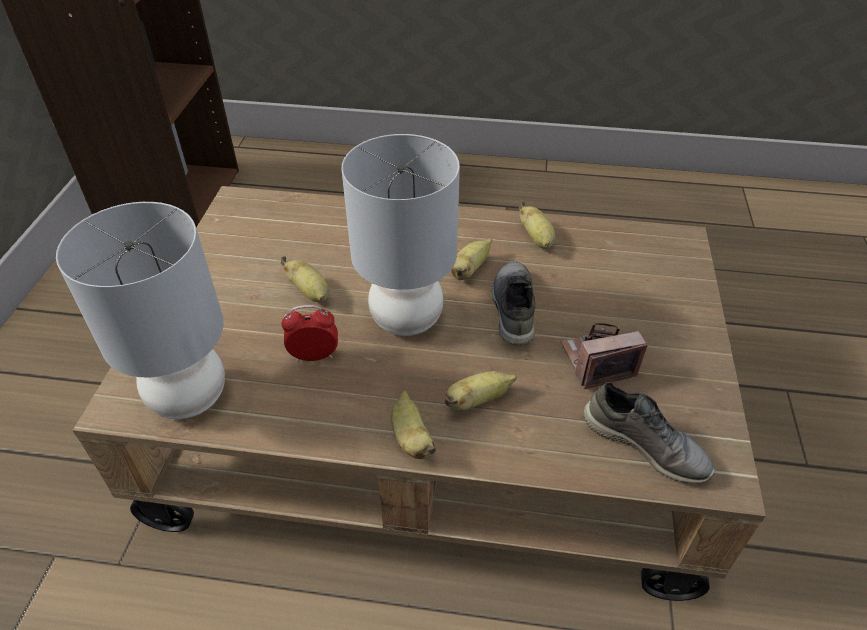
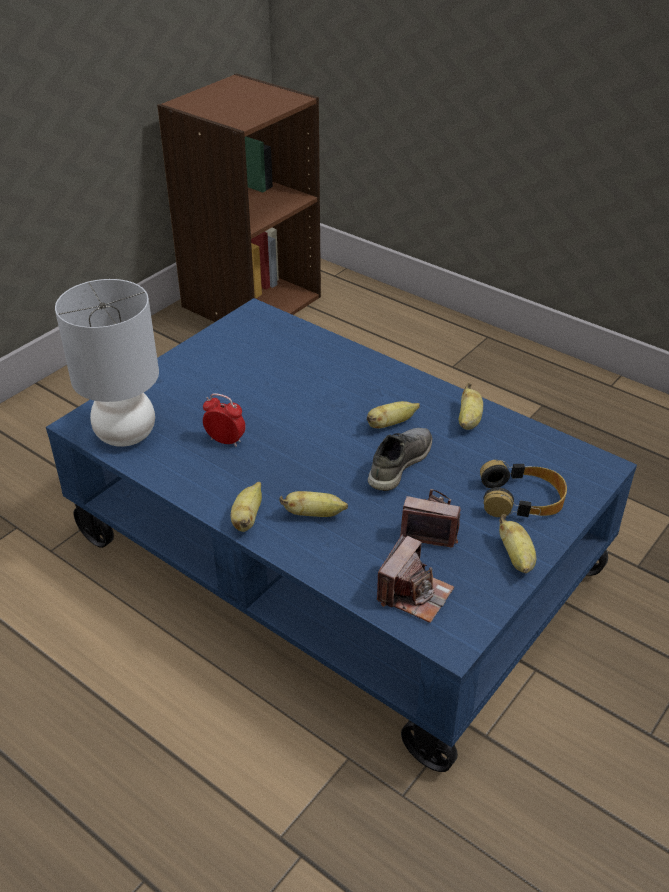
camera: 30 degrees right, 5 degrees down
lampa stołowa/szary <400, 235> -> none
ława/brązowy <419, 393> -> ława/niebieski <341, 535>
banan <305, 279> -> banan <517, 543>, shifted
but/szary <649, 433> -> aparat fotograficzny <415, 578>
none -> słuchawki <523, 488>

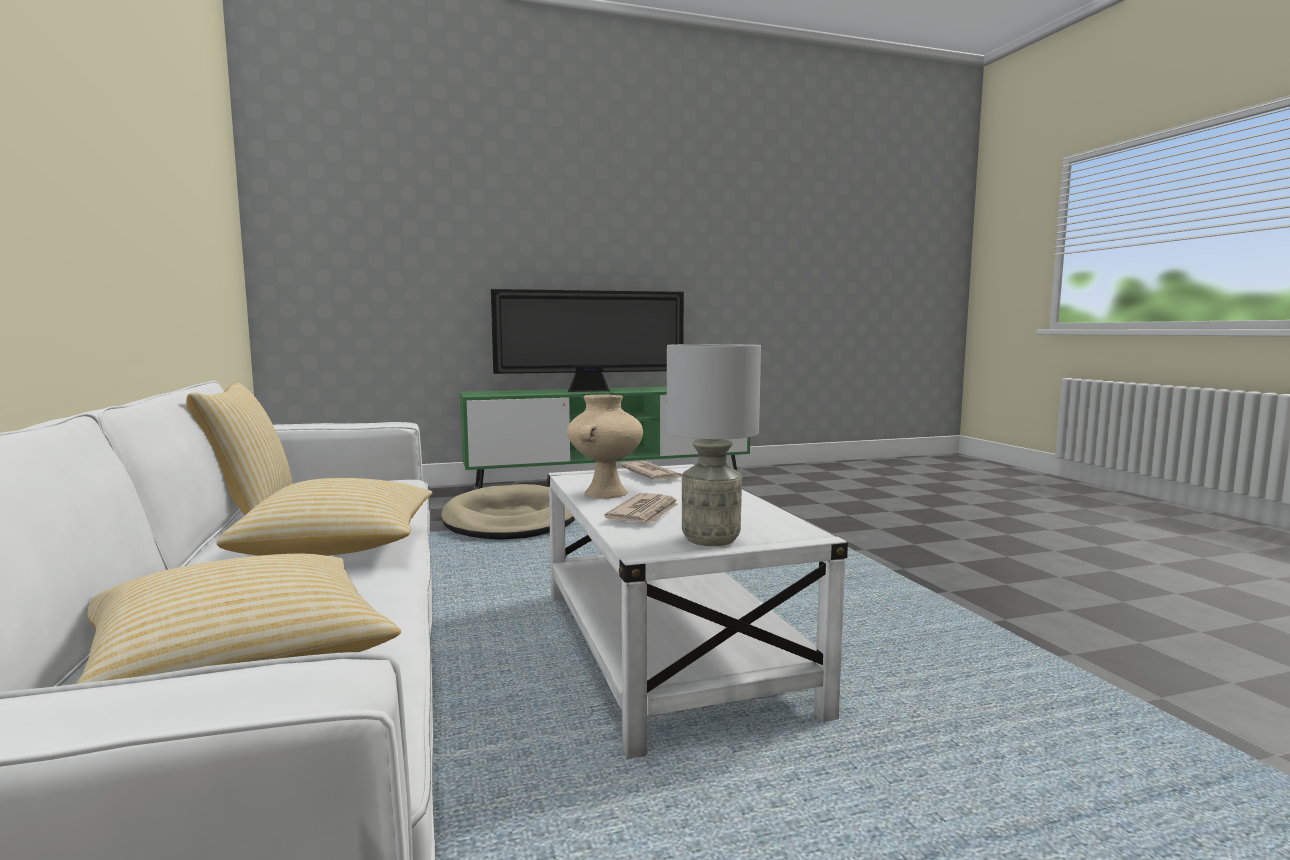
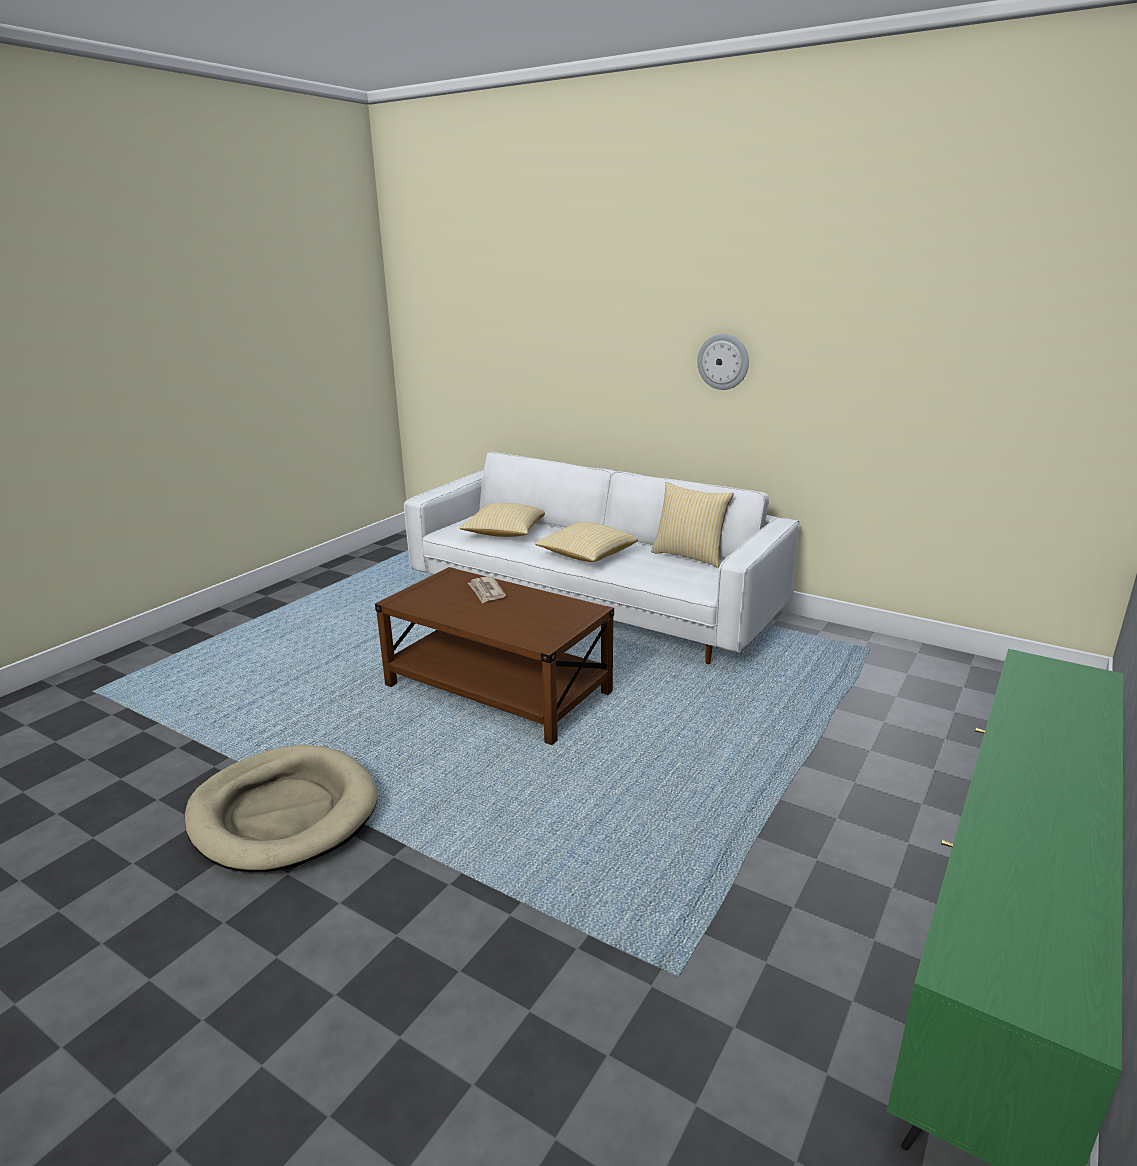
camera: 140 degrees right, 15 degrees up
telewizor <587, 340> -> none
lampa stołowa/szary <714, 445> -> none
wazon/beżowy <605, 446> -> none
gazeta <651, 470> -> none
ława/biały <697, 611> -> ława/brązowy <494, 656>
legowisko/beżowy <508, 512> -> legowisko/beżowy <281, 808>, shifted
none -> zegar ścienny <723, 362>

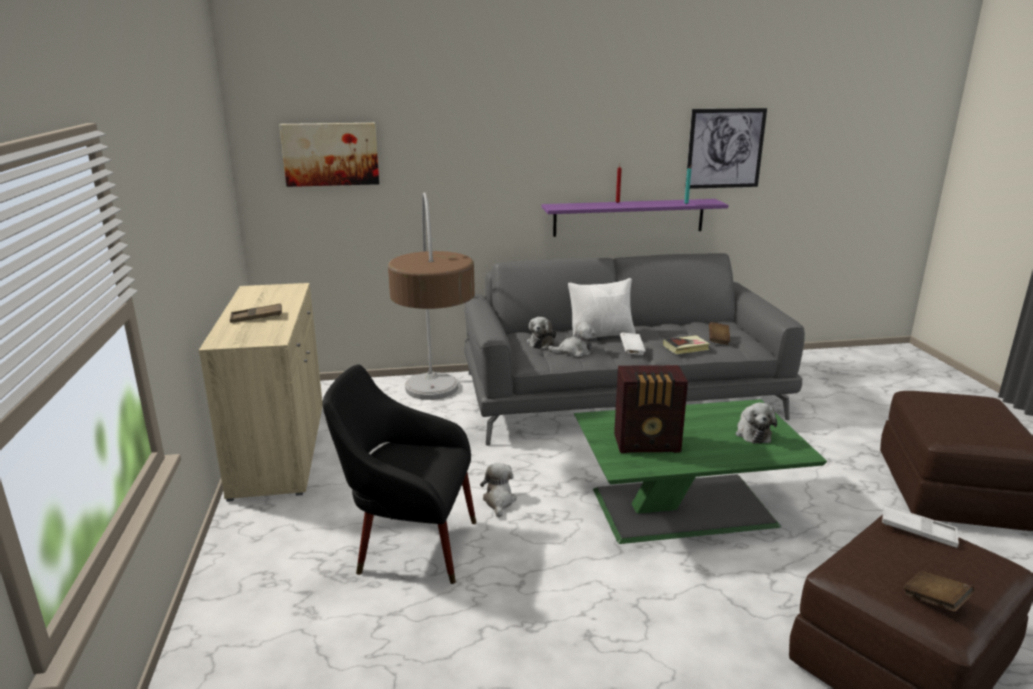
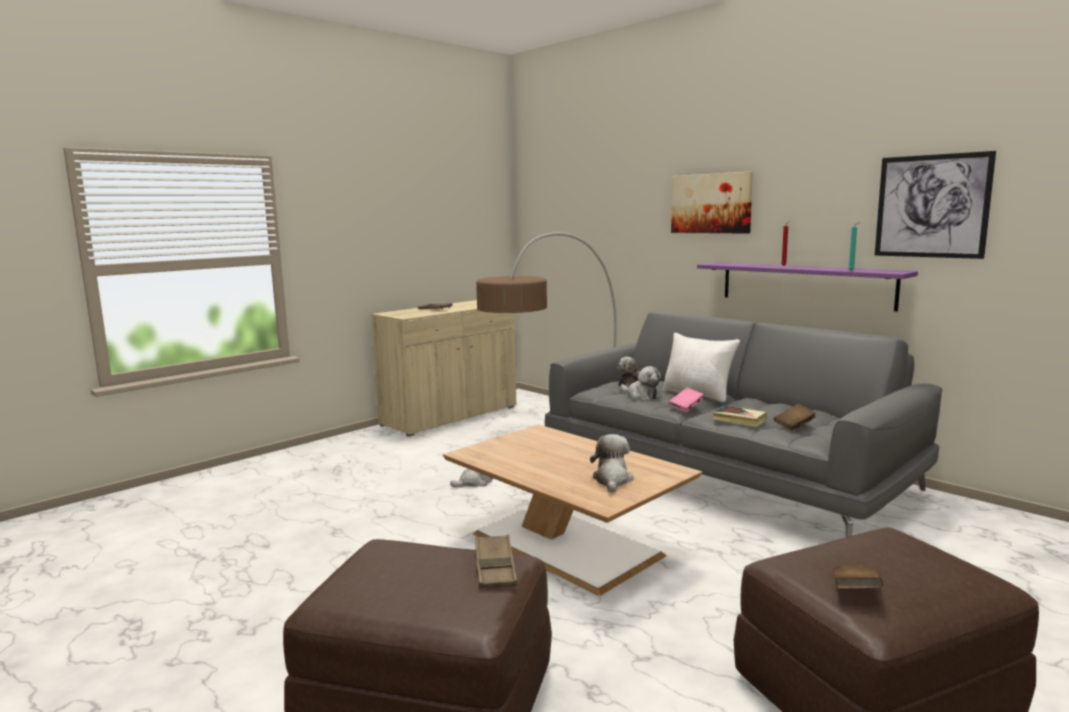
camera: 55 degrees right, 10 degrees down
obraz <329, 155> -> obraz <712, 203>, shifted
książka/biały <633, 344> -> książka/różowy <686, 400>
fotel/czarny <399, 474> -> none
radio <651, 409> -> none
ława/zielony <700, 471> -> ława/brązowy <572, 510>
pluszak <756, 423> -> pluszak <611, 463>, 135 degrees clockwise
taca/biały <920, 526> -> taca/brązowy <496, 561>
książka/brązowy <938, 591> -> książka/brązowy <858, 577>, shifted

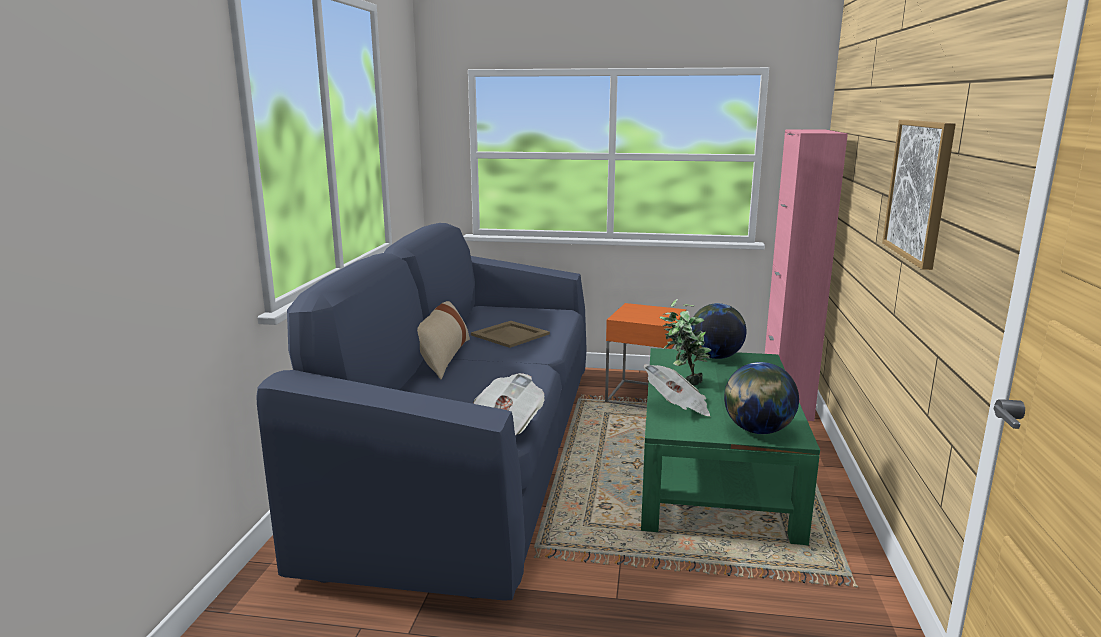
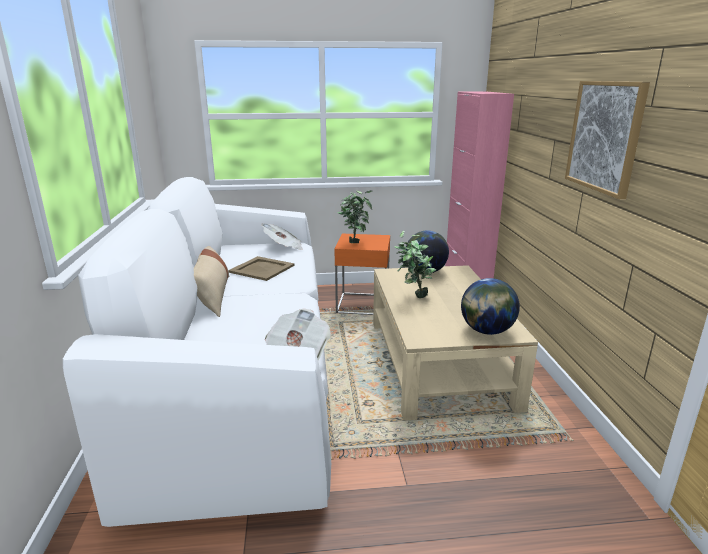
camera: 15 degrees left, 5 degrees up
kanapa/niebieski <422, 412> -> kanapa/biały <197, 352>
ława/zielony <730, 446> -> ława/beżowy <455, 343>
gazeta <677, 390> -> gazeta <282, 236>, shifted
none -> roślina doniczkowa <355, 216>

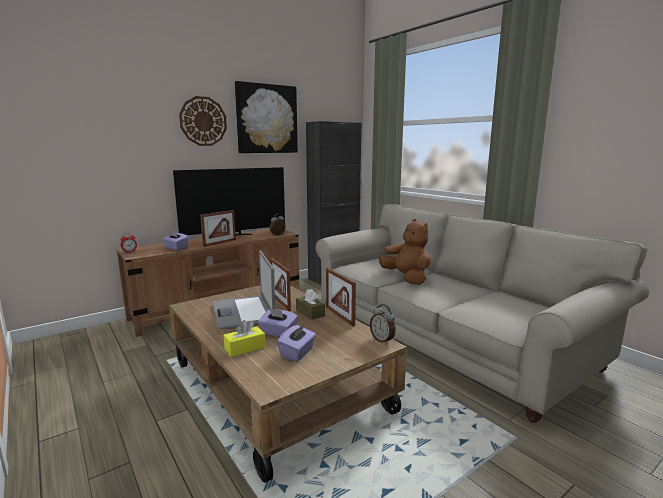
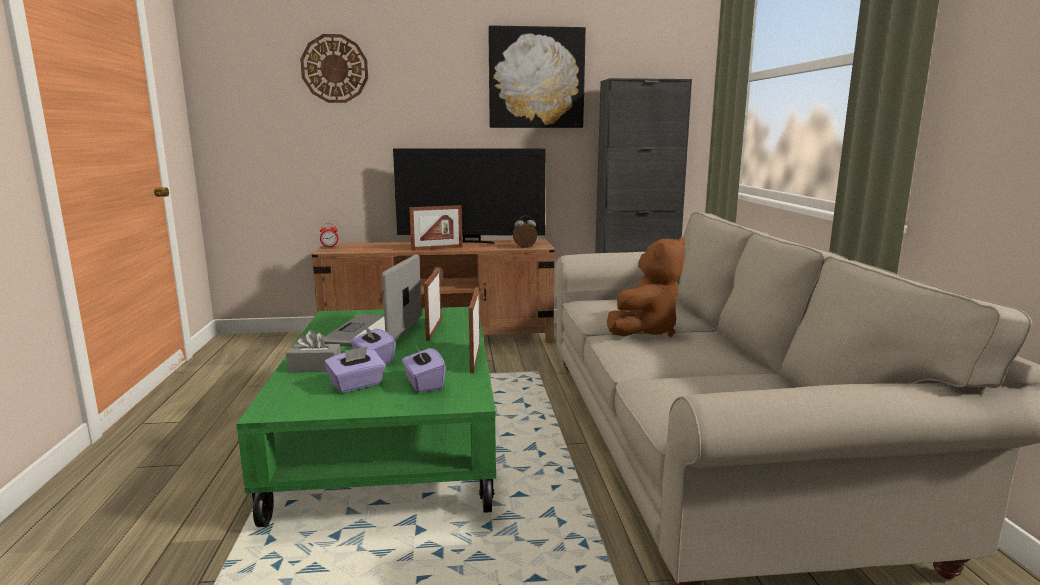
camera: 30 degrees right, 0 degrees up
zegar ścienny <203, 121> -> zegar ścienny <334, 68>, shifted
pluszak/brązowy <405, 252> -> pluszak/brązowy <646, 287>, 45 degrees clockwise
pudełko chusteczek/fioletowy <175, 240> -> pudełko chusteczek/fioletowy <424, 369>, shifted
ława/brązowy <288, 384> -> ława/zielony <366, 417>
pudełko chusteczek/brązowy <310, 304> -> none
budzik <382, 324> -> none
pudełko chusteczek/żółty <244, 338> -> pudełko chusteczek/szary <313, 351>

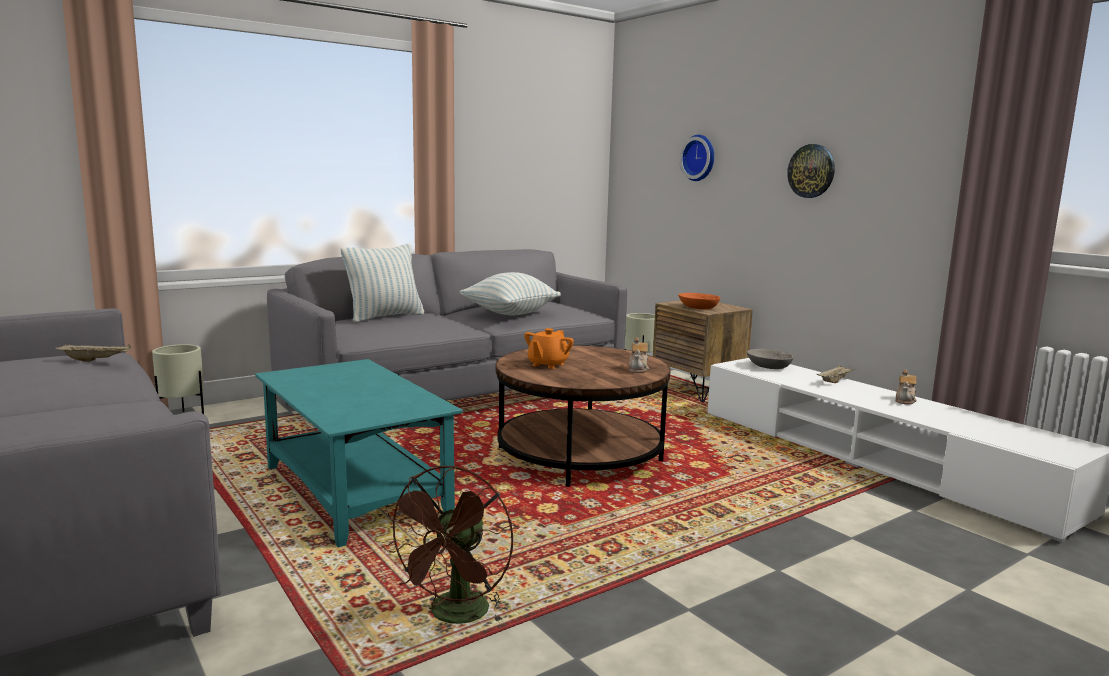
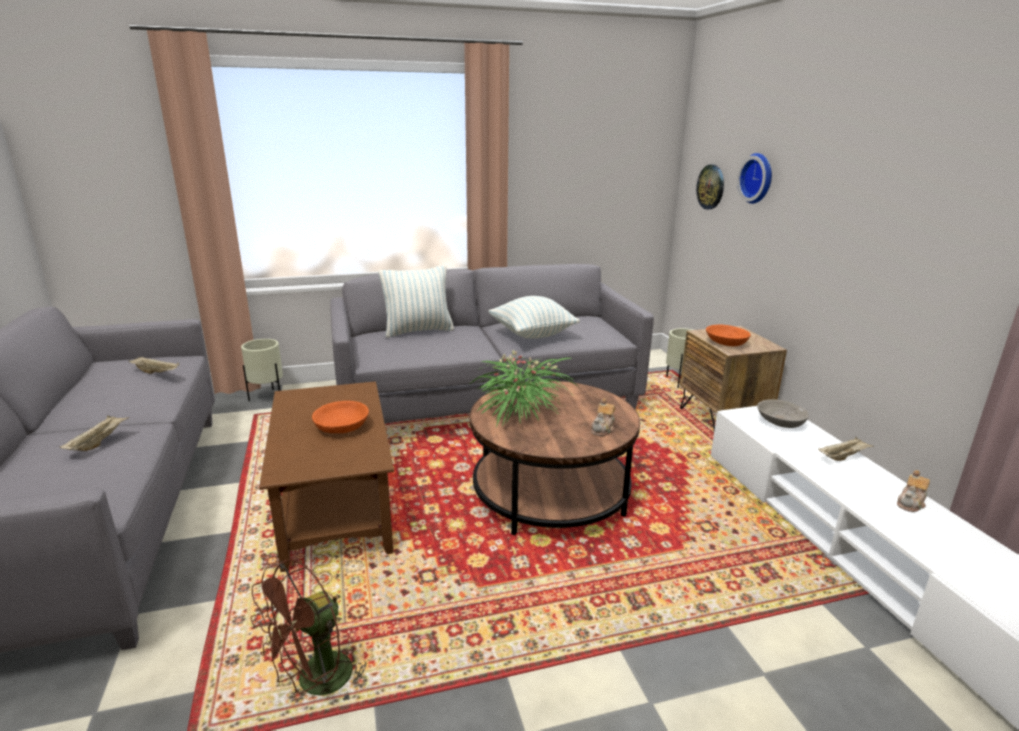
camera: 20 degrees right, 10 degrees up
zegar ścienny <811, 171> -> zegar ścienny <710, 187>, shifted
imbryk/pomarańczowy <549, 348> -> roślina doniczkowa <525, 388>
ława/turkusowy <358, 453> -> ława/brązowy <326, 476>
none -> miska/pomarańczowy <340, 417>
none -> taca/beżowy <94, 433>

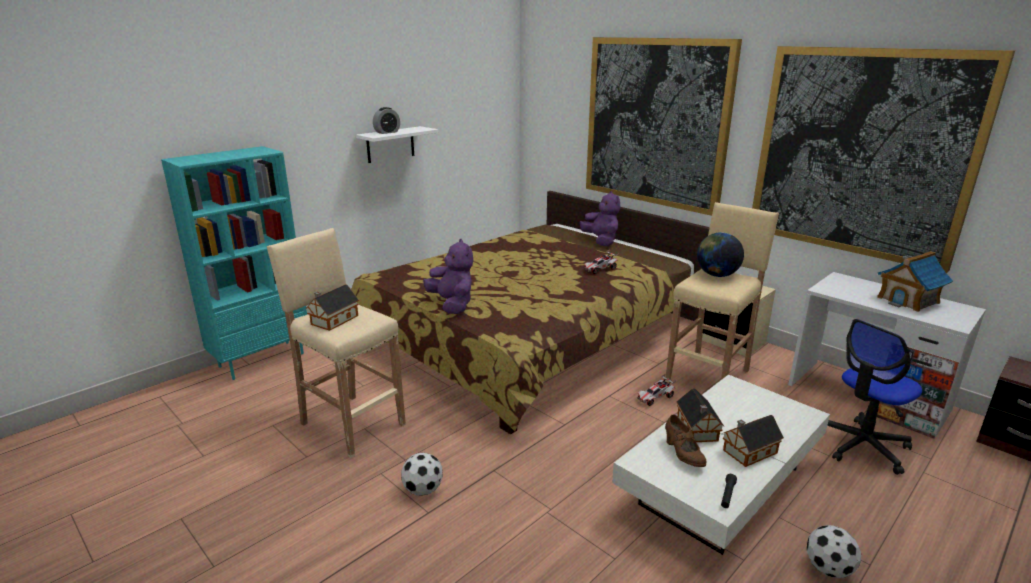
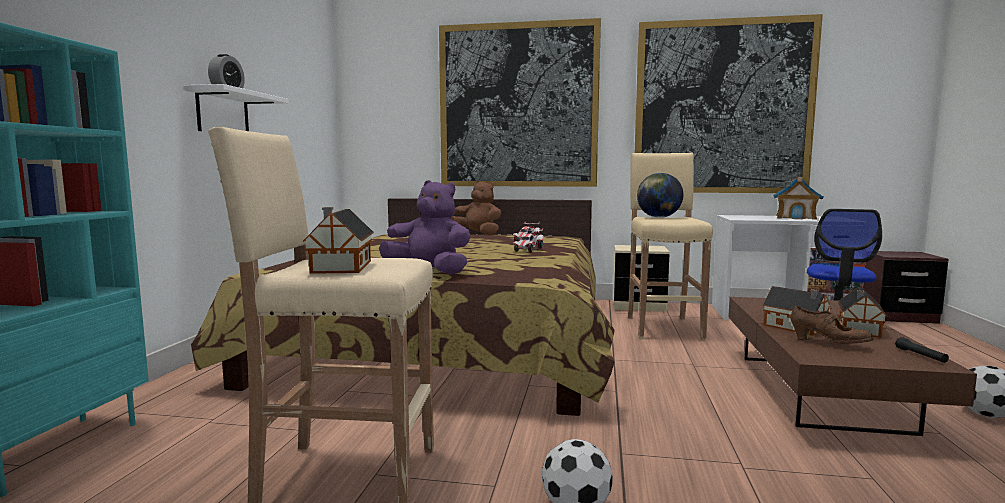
camera: 35 degrees left, 15 degrees down
pluszak/fioletowy <600, 218> -> pluszak/brązowy <475, 208>
ława/biały <721, 464> -> ława/brązowy <852, 366>
samochodzik <657, 390> -> samochodzik <528, 240>, shifted

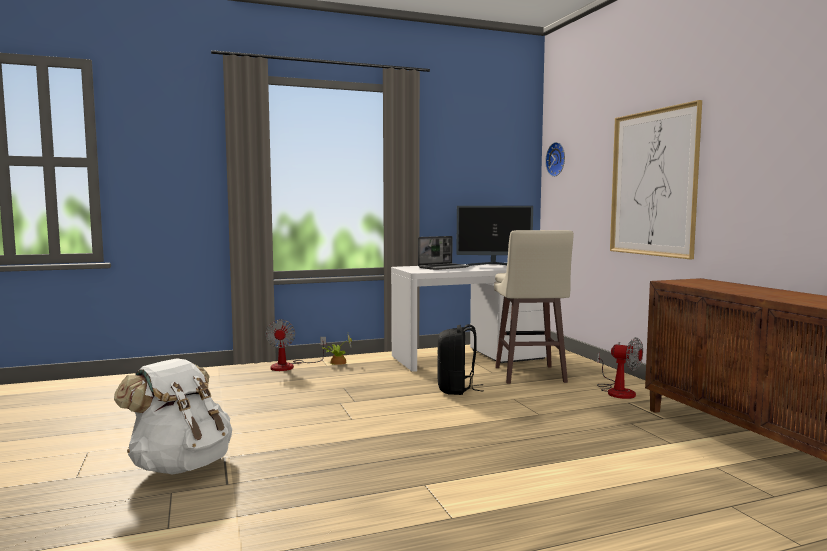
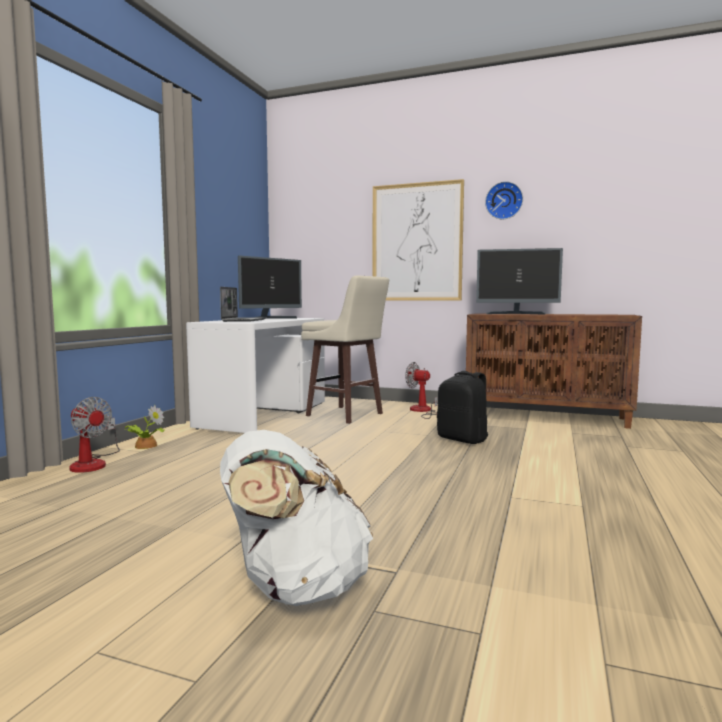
camera: 50 degrees left, 0 degrees up
zegar ścienny <555, 159> -> zegar ścienny <504, 200>, shifted
plecak/czarny <460, 359> -> plecak/czarny <462, 407>, shifted
wentylator <620, 368> -> wentylator <421, 390>, 135 degrees counterclockwise
none -> monitor <519, 281>

